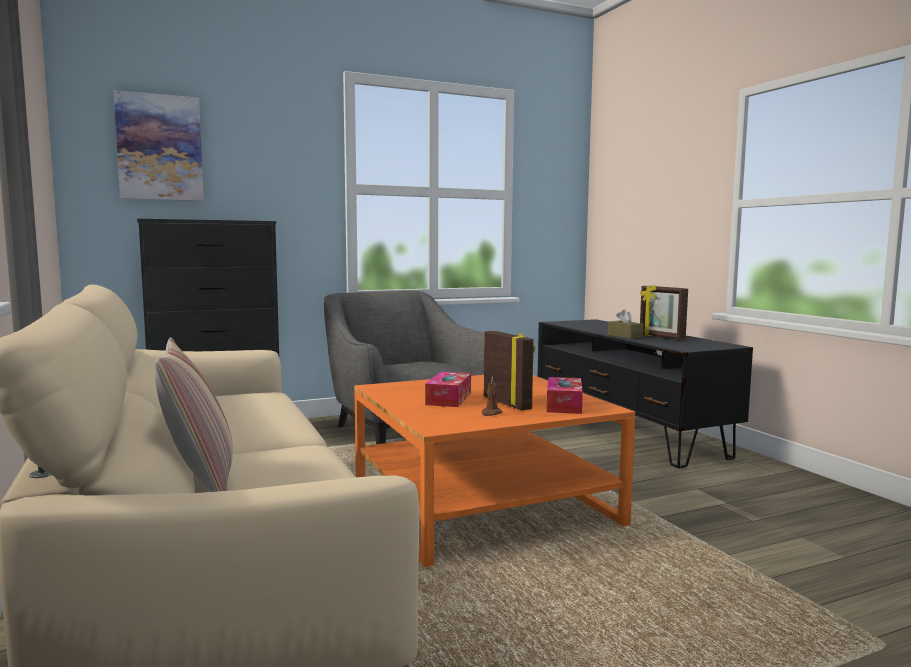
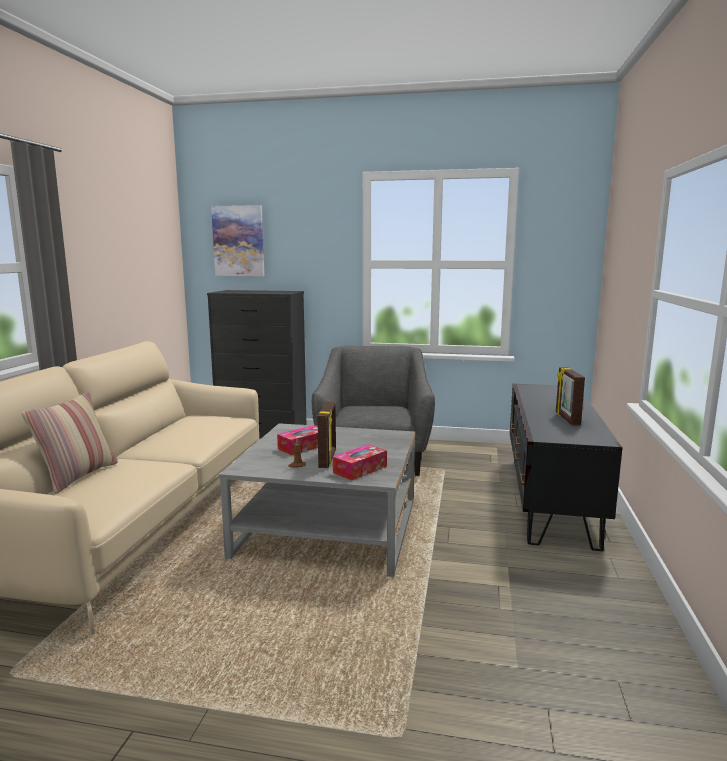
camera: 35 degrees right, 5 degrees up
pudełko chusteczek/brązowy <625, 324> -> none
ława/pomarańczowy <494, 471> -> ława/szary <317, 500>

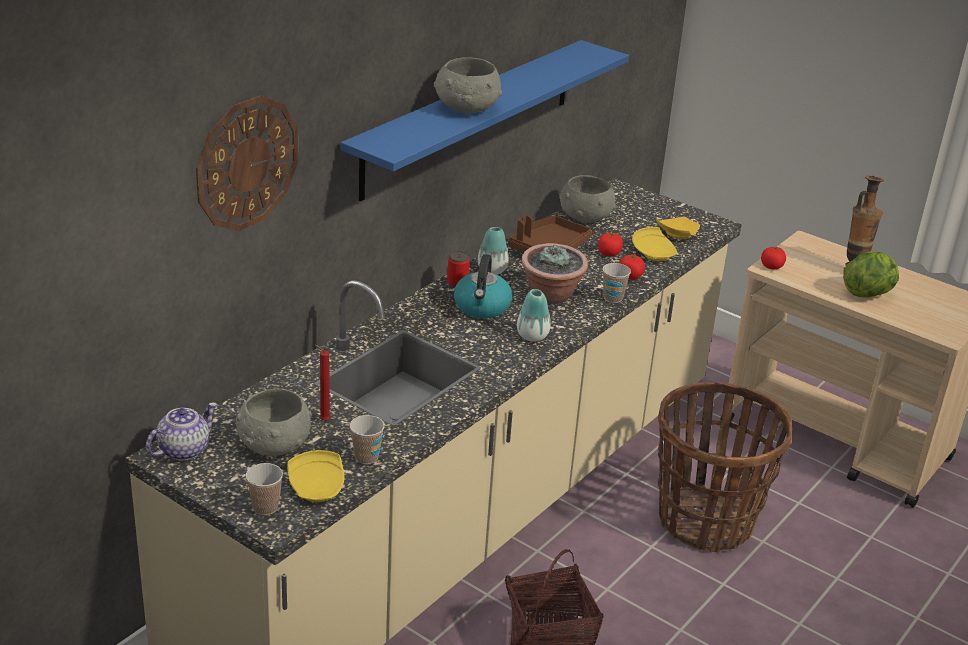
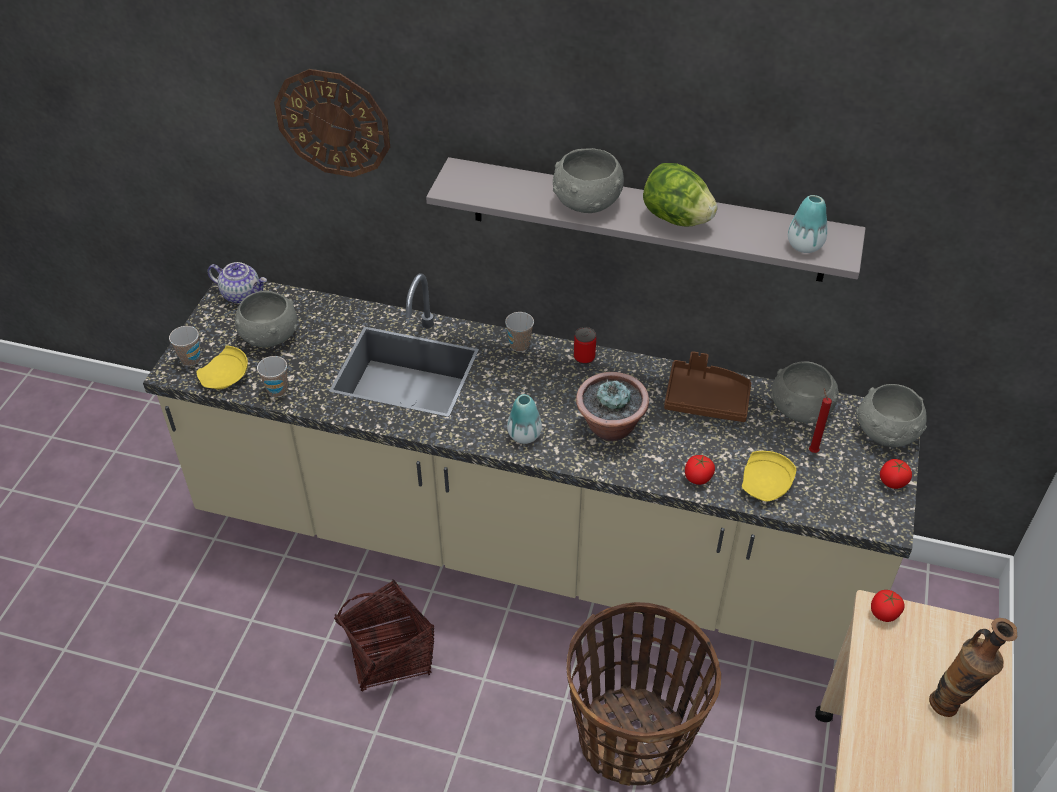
camera: 70 degrees right, 15 degrees up
półka/niebieski <485, 120> -> półka/szary <646, 219>
talerz/żółty <678, 228> -> none
wazon <493, 251> -> wazon <808, 224>, shifted
pomidor <610, 244> -> pomidor <896, 474>, shifted
sałata <871, 274> -> sałata <680, 195>, shifted
czajnik <483, 286> -> none
filiżanka <617, 283> -> filiżanka <519, 332>, shifted
świeca/czerwony <323, 383> -> świeca/czerwony <820, 421>, shifted
none -> miska/szary <891, 415>

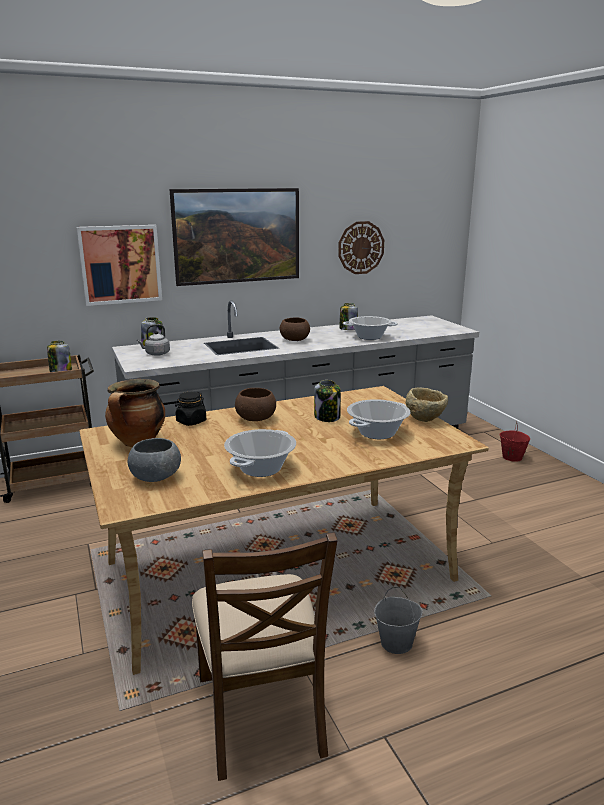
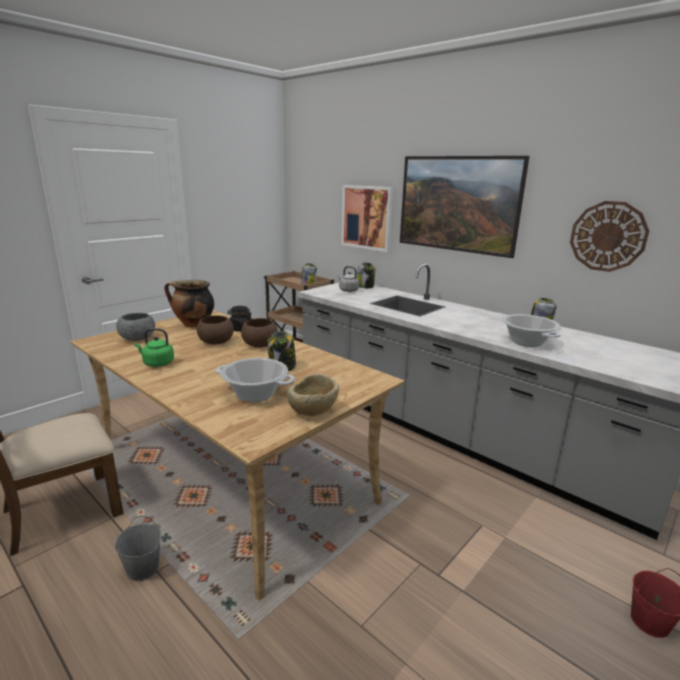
camera: 65 degrees right, 0 degrees up
miska/brązowy <295, 329> -> miska/brązowy <215, 329>, shifted
garnek <260, 453> -> czajnik/zielony <154, 347>

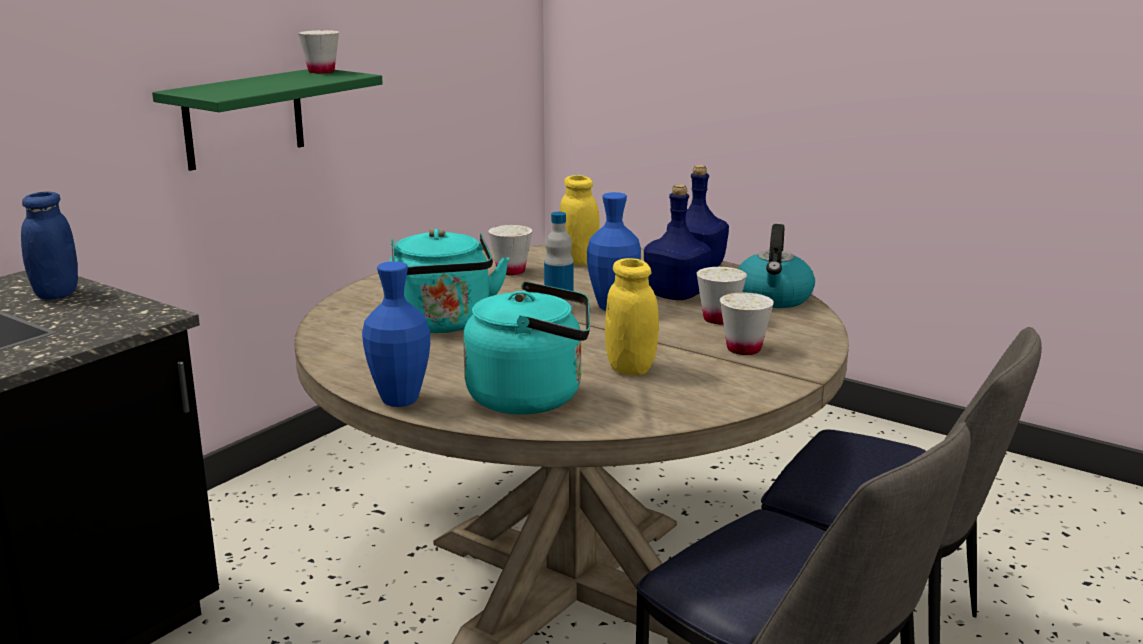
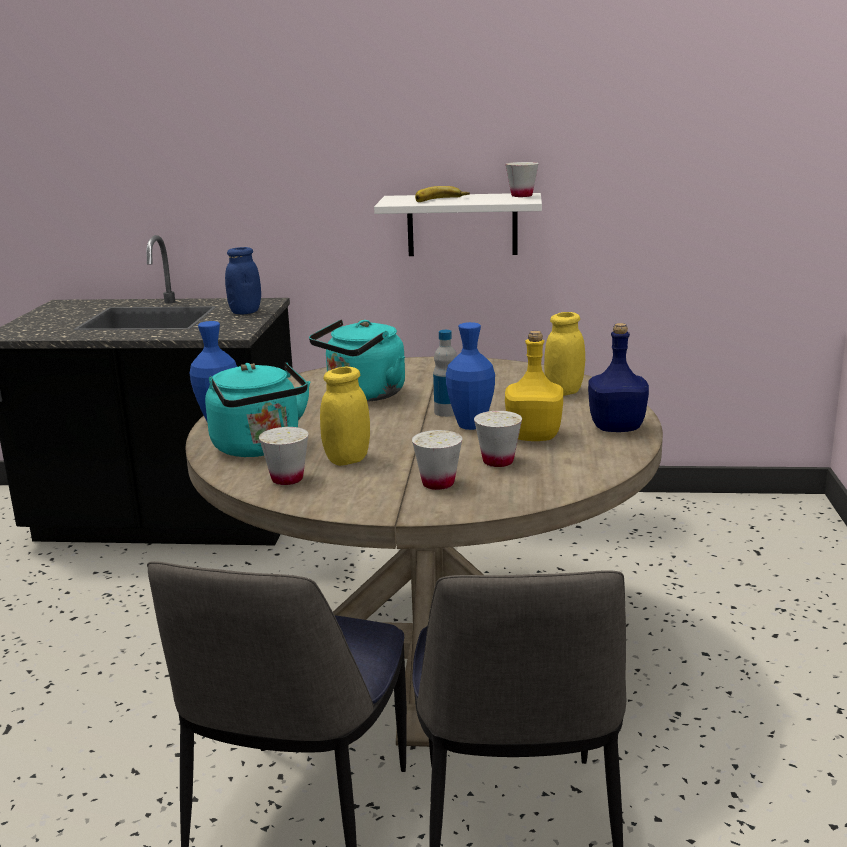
camera: 60 degrees right, 0 degrees up
półka/zielony <267, 120> -> półka/biały <458, 224>
butelka/niebieski <677, 242> -> butelka/żółty <534, 386>
czajnik <776, 266> -> none
filiżanka/biały <510, 250> -> filiżanka/biały <284, 456>, shifted
none -> banan <442, 194>

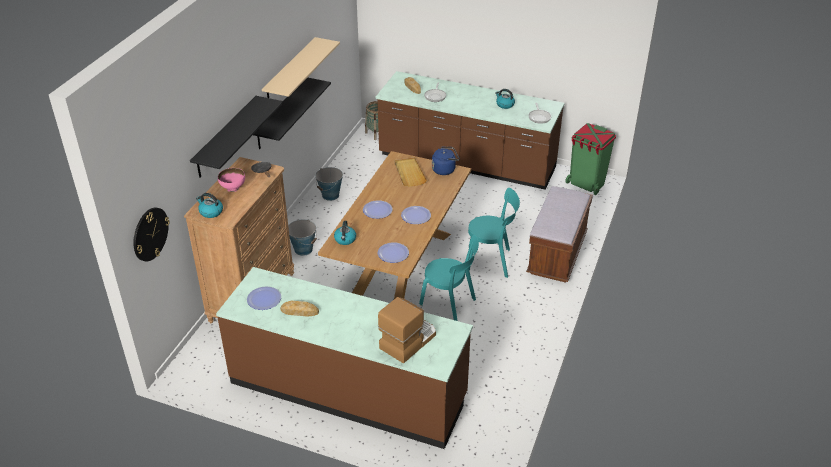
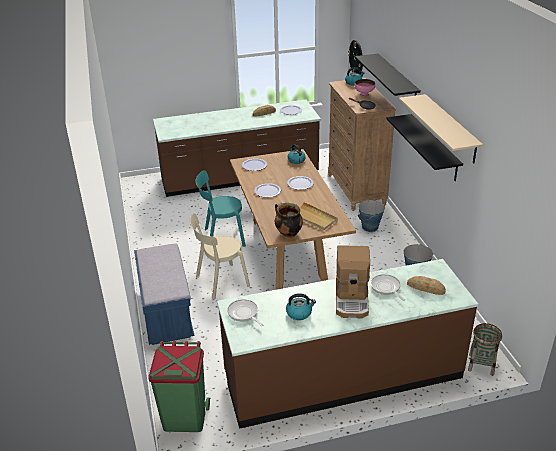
camera: 145 degrees right, 5 degrees down
czajnik/niebieski <445, 161> -> garnek <289, 220>
ławka/brązowy <559, 234> -> ławka/niebieski <164, 294>
krzesło/turkusowy <494, 233> -> krzesło/beżowy <220, 256>
ekspres do kawy <407, 330> -> ekspres do kawy <353, 281>, shifted

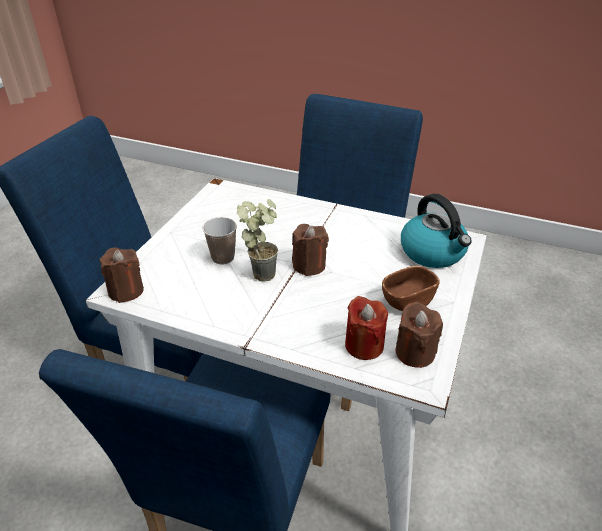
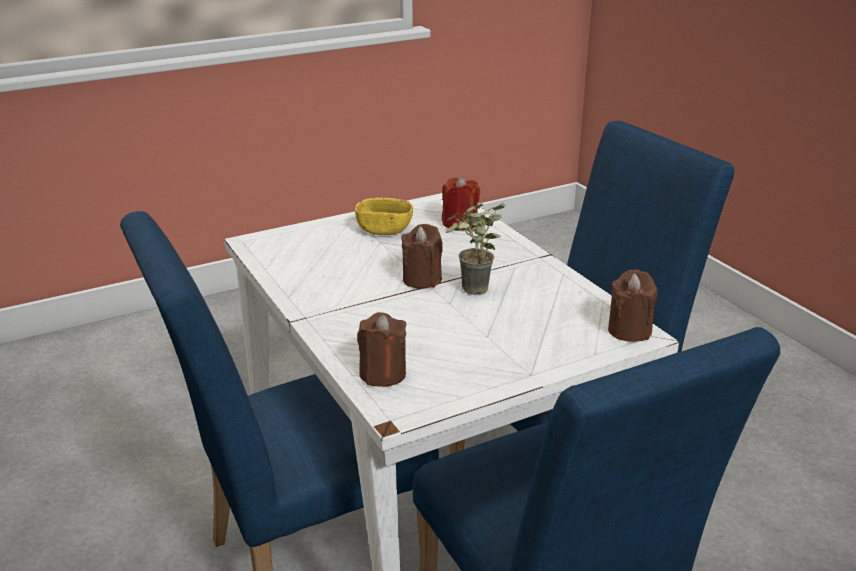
camera: 140 degrees left, 10 degrees down
czajnik <436, 231> -> none
filiżanka <219, 241> -> none
miska/brązowy <411, 288> -> miska/żółty <384, 216>
świeca/brązowy <419, 334> -> świeca/brązowy <381, 349>, shifted

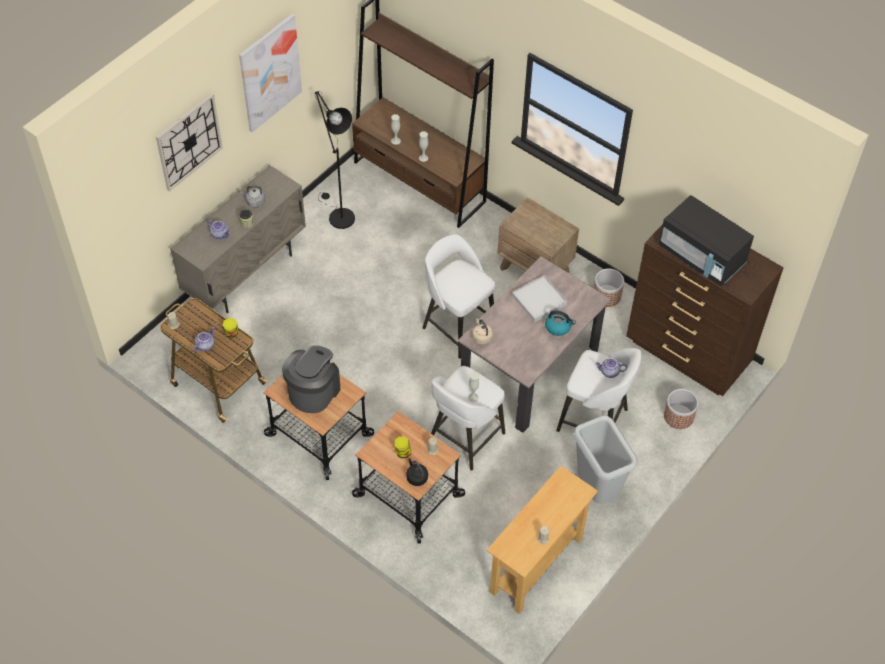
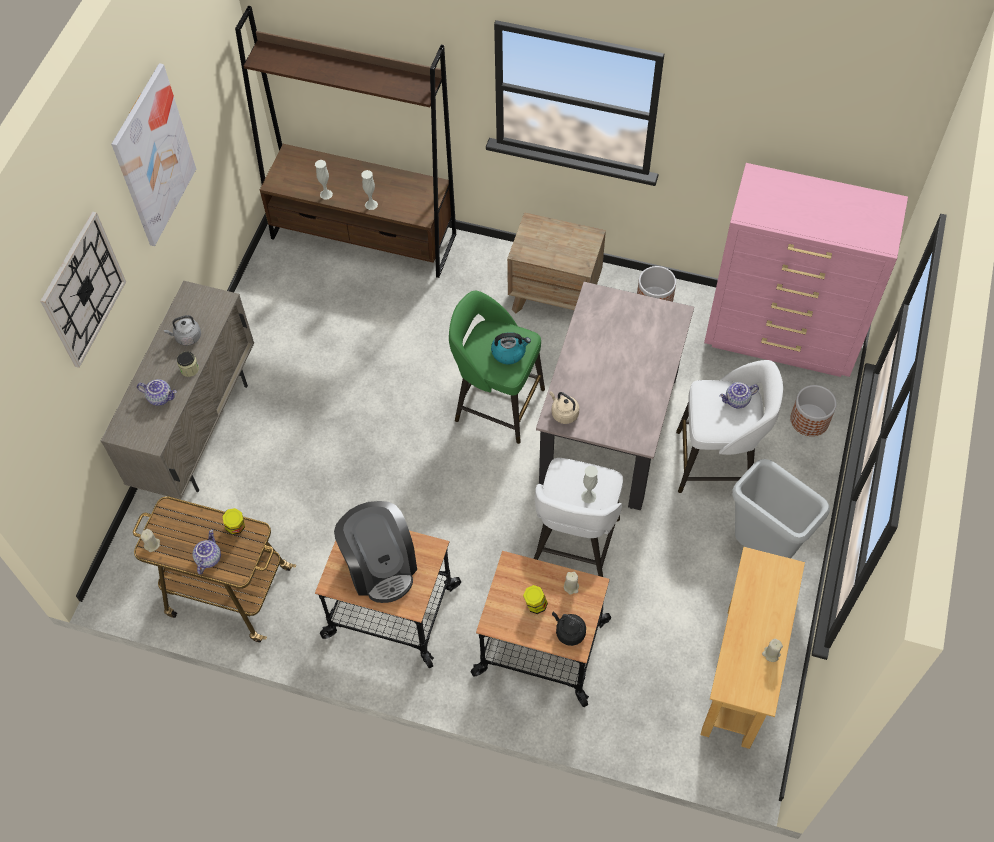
camera: 20 degrees left, 5 degrees up
lampa stojąca/czarny <335, 160> -> none
mikrofalówka/czarny <706, 240> -> none
komoda/brązowy <705, 310> -> komoda/różowy <806, 270>
stołek/biały <459, 296> -> stołek/zielony <497, 367>
taca/biały <539, 299> -> none
czajnik <560, 323> -> czajnik <511, 348>, shifted
ekspres do kawy <311, 379> -> ekspres do kawy <375, 552>, 150 degrees clockwise

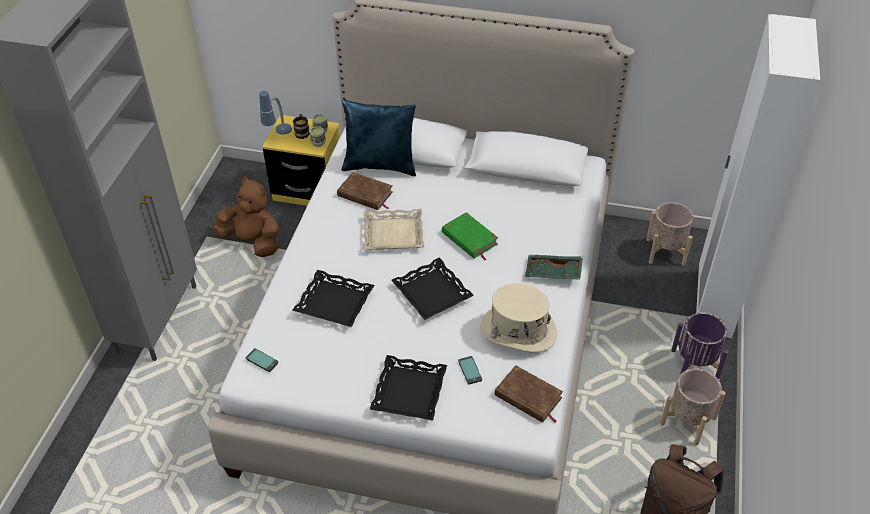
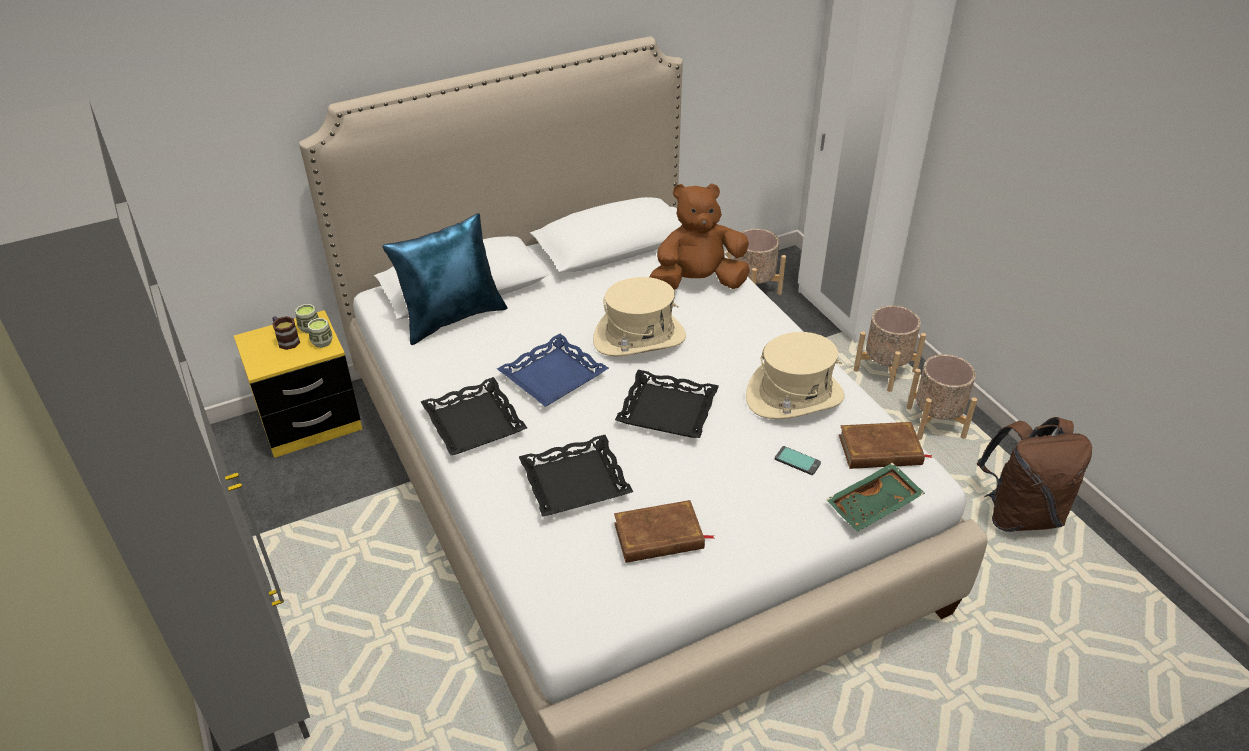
camera: 40 degrees left, 5 degrees down
lampa stołowa <275, 113> -> none
książka/brązowy <365, 191> -> książka/brązowy <664, 531>, shifted
pluszak/brązowy <245, 216> -> pluszak/brązowy <699, 236>, shifted
taca/beżowy <394, 229> -> taca/niebieski <553, 370>
książka/zielony <470, 236> -> kapelusz/beżowy <639, 316>
taca/zielony <554, 267> -> taca/zielony <875, 497>, shifted
donica/fioletowy <699, 345> -> donica/beżowy <890, 348>
telefon <261, 360> -> none
taca/czarny <408, 388> -> taca/czarny <473, 416>, shifted

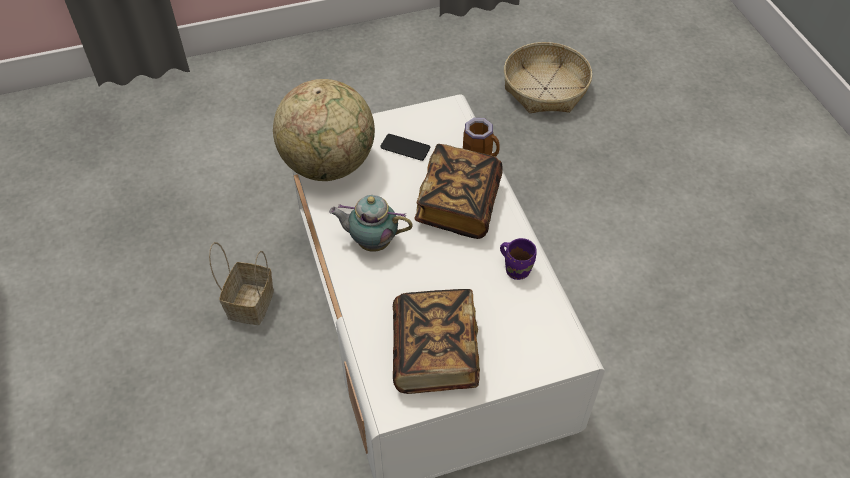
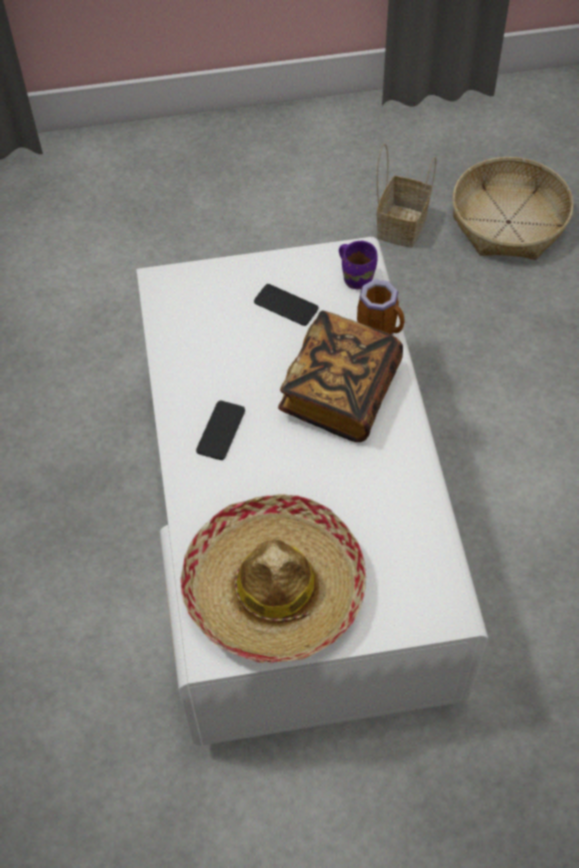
camera: 10 degrees right, 5 degrees up
globus <324, 130> -> none
imbryk <371, 223> -> telefon <220, 430>
kubek/fioletowy <518, 259> -> kubek/fioletowy <358, 265>, shifted
koszyk <241, 283> -> koszyk <406, 195>, shifted
książka <436, 341> -> kapelusz <273, 579>

